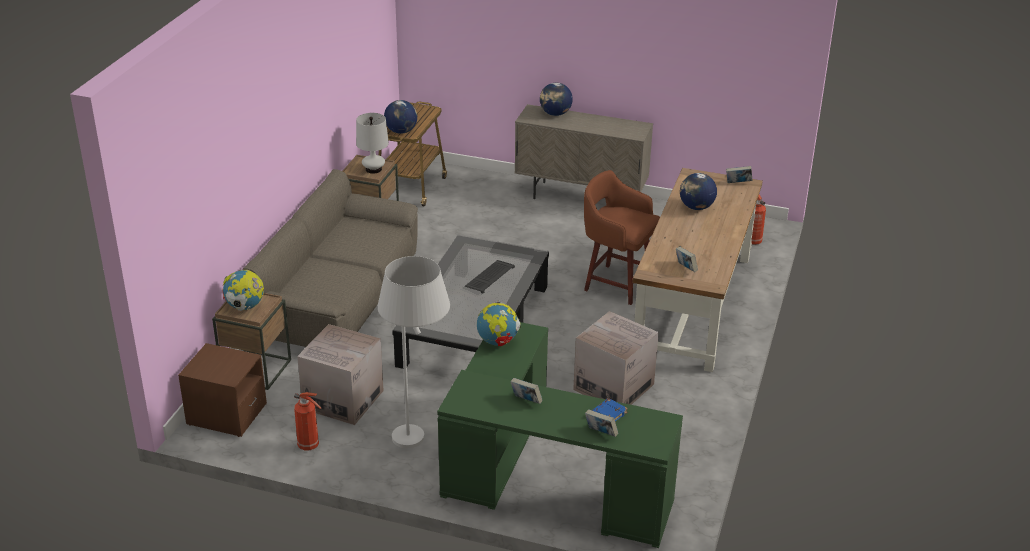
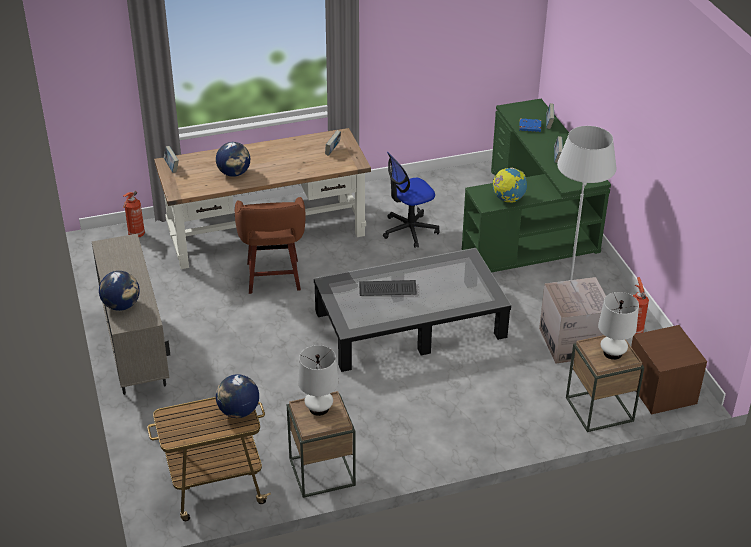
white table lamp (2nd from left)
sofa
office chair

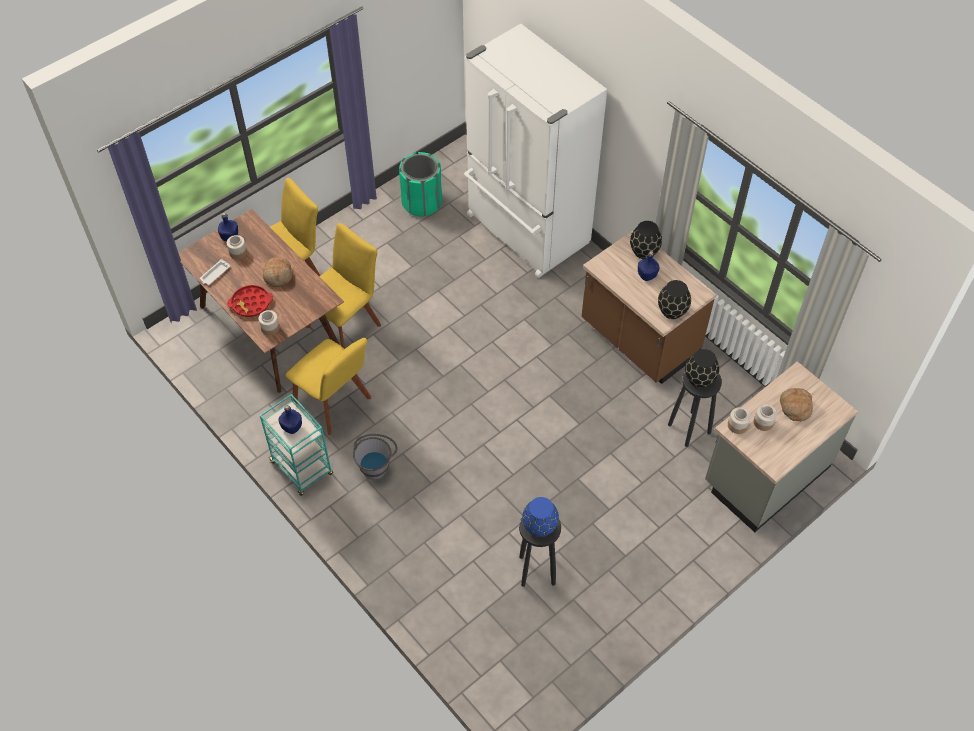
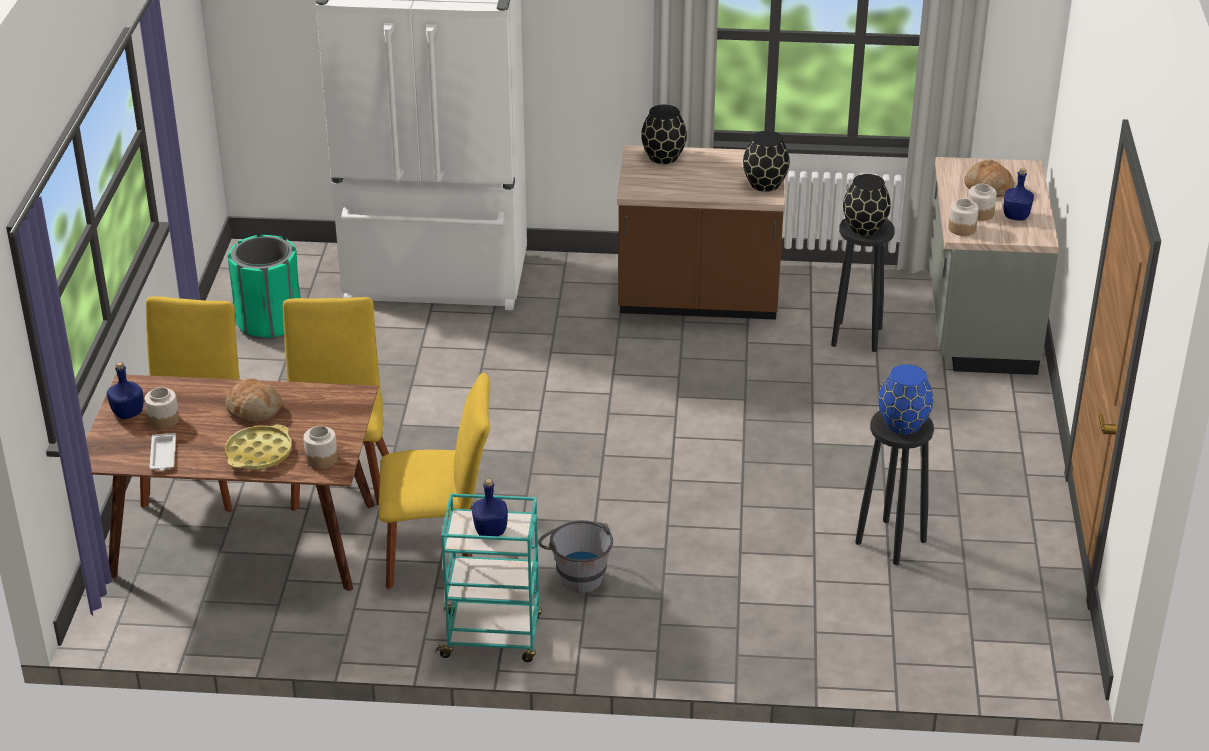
yellow tray
blue bottle (3rd from left)

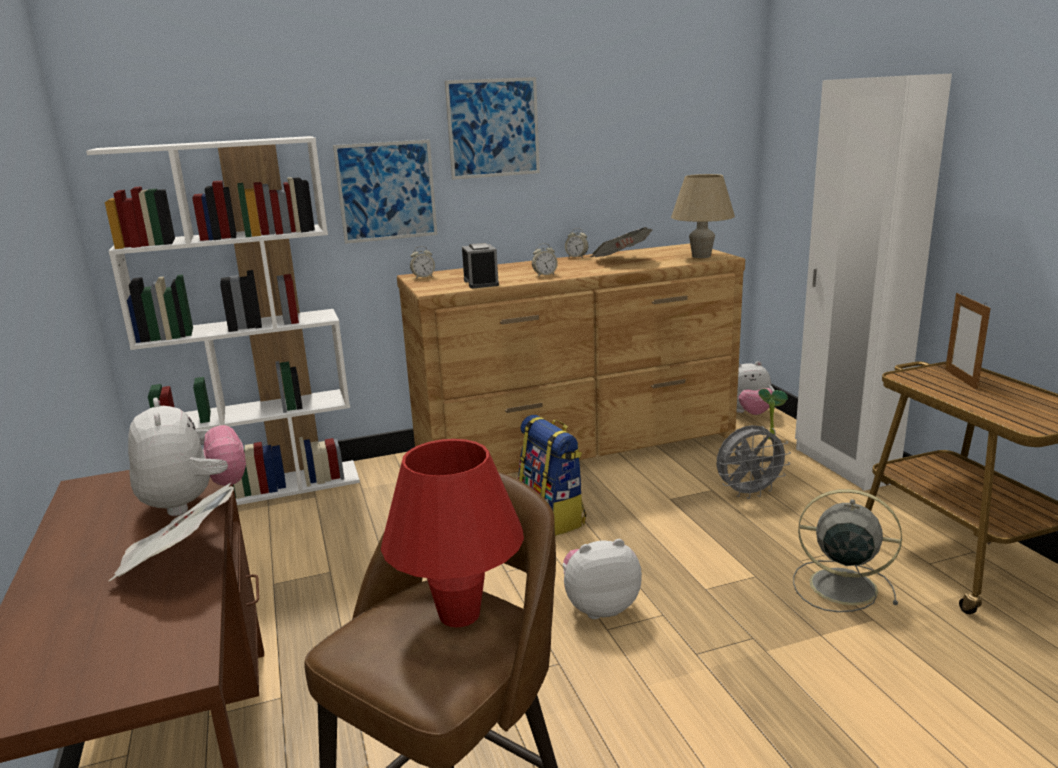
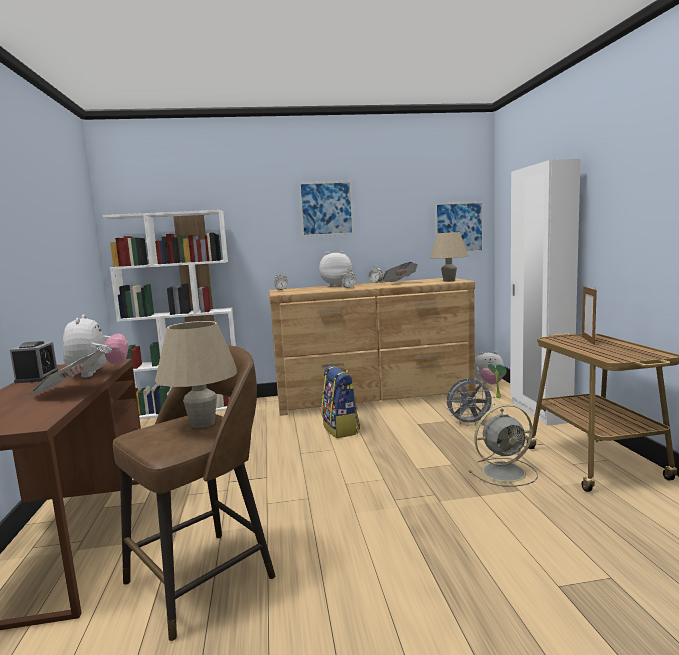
picture (2nd from left)
beige table lamp (1st from left)
alarm clock (1st from left)
plush toy (2nd from left)
grey fan (2nd from left)

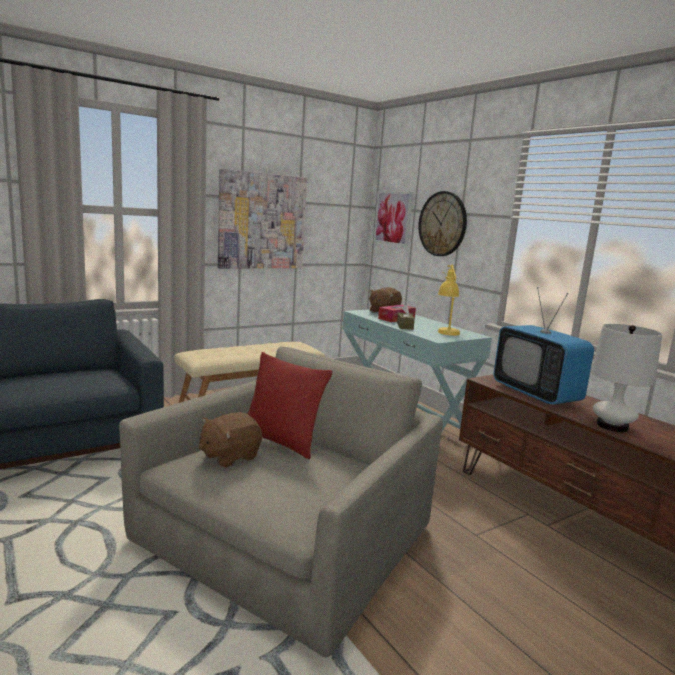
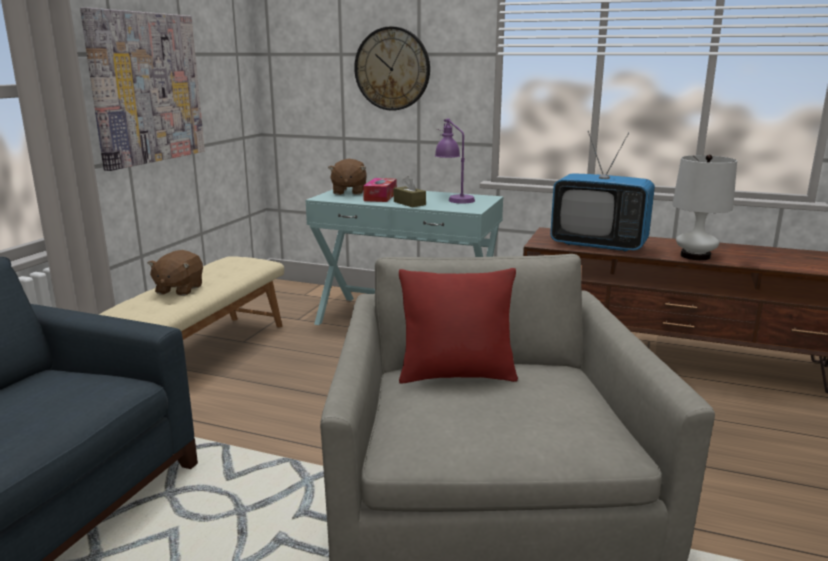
brown plush toy (1st from left)
picture (2nd from left in the first image)
purple table lamp

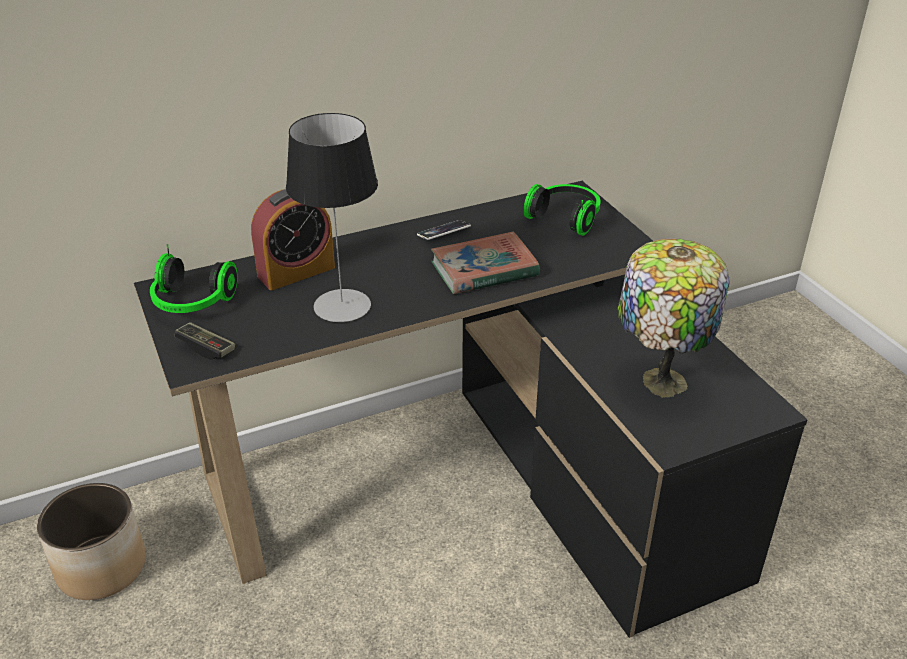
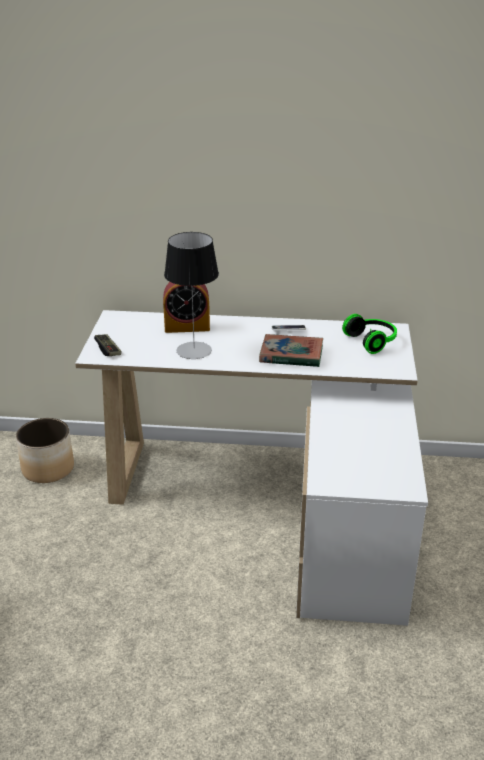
white desk
headphones (1st from left in the first image)
table lamp (2nd from left in the first image)

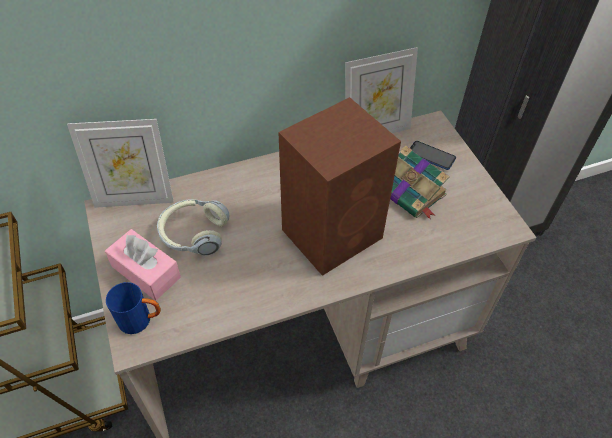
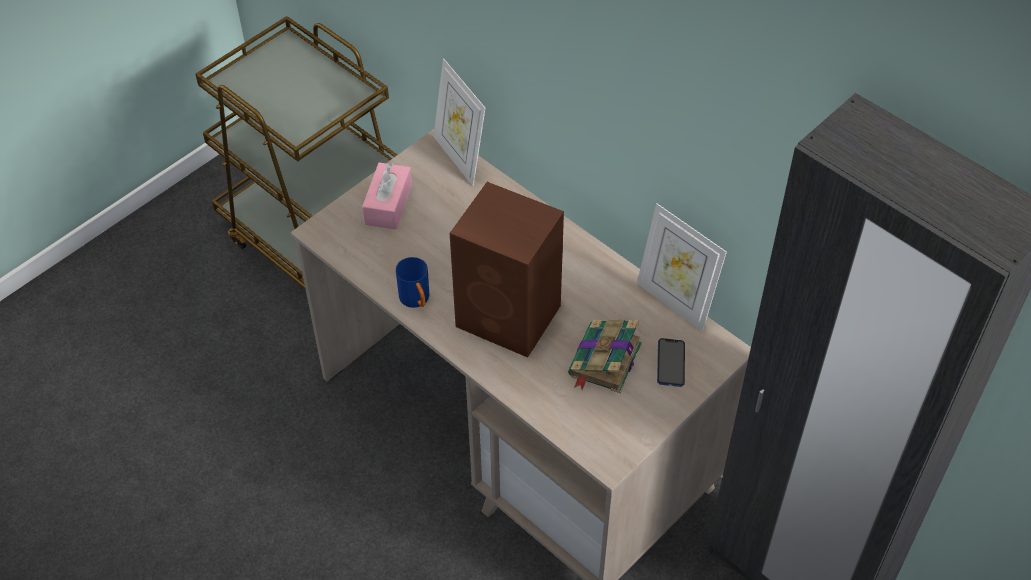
blue mug
headphones

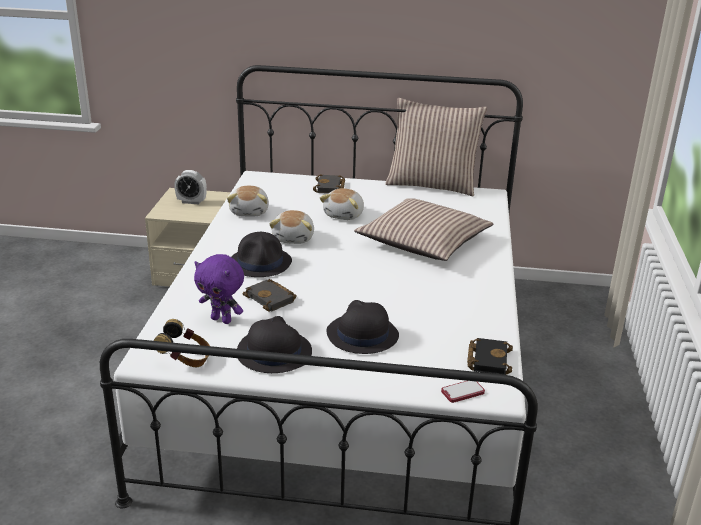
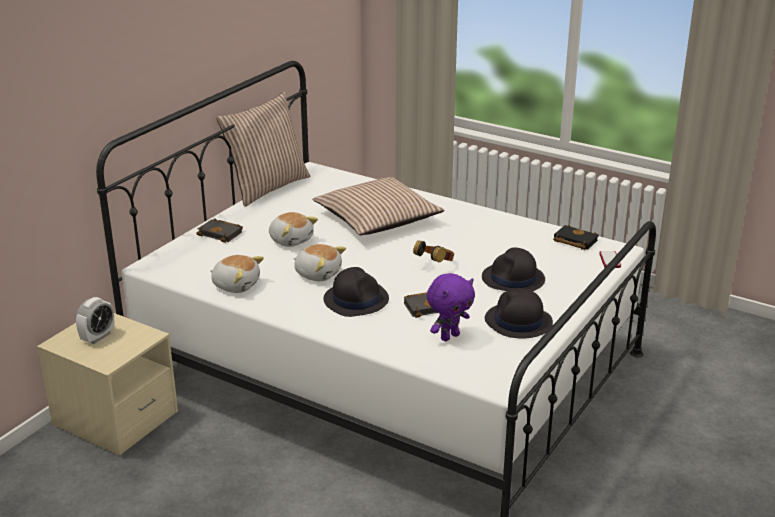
headphones

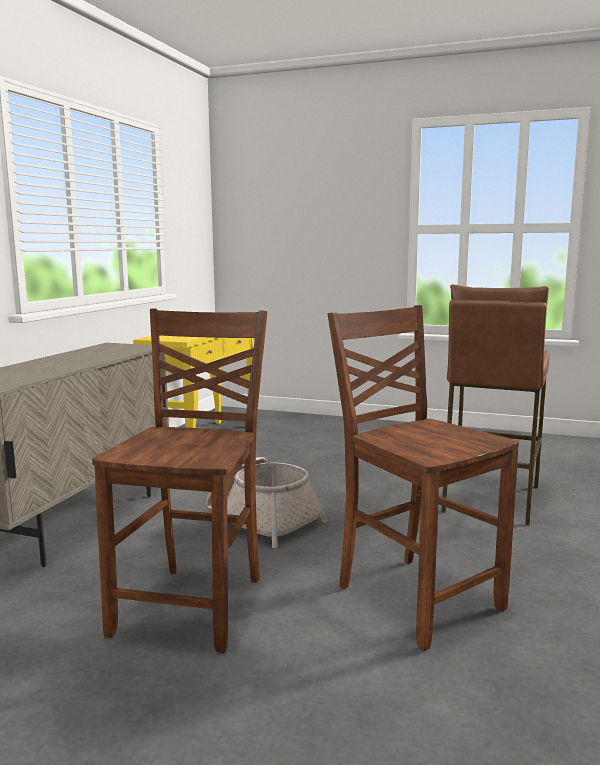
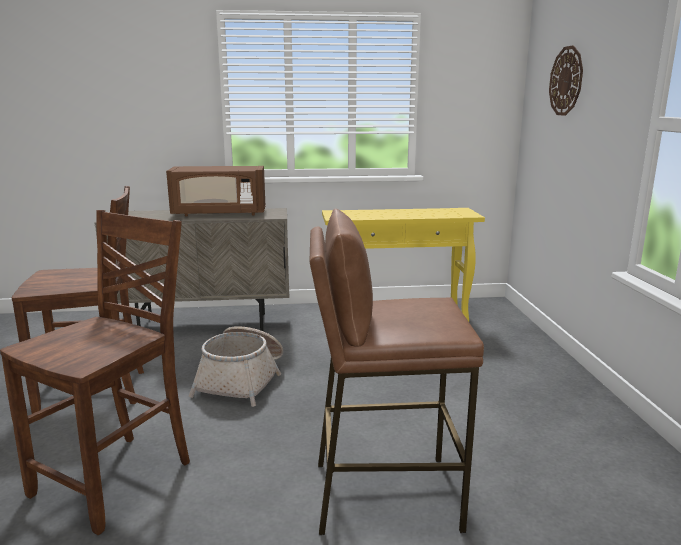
brown microwave
wall clock

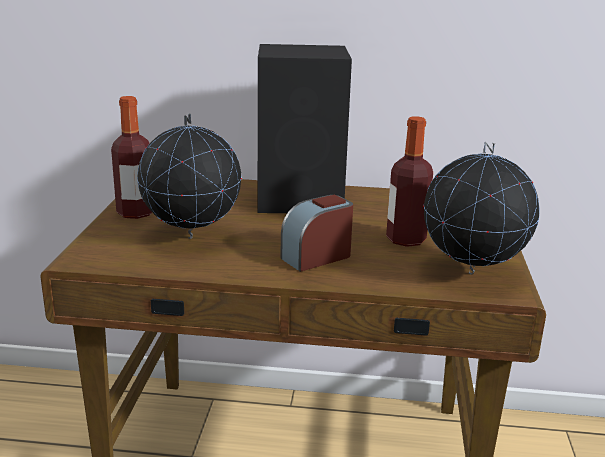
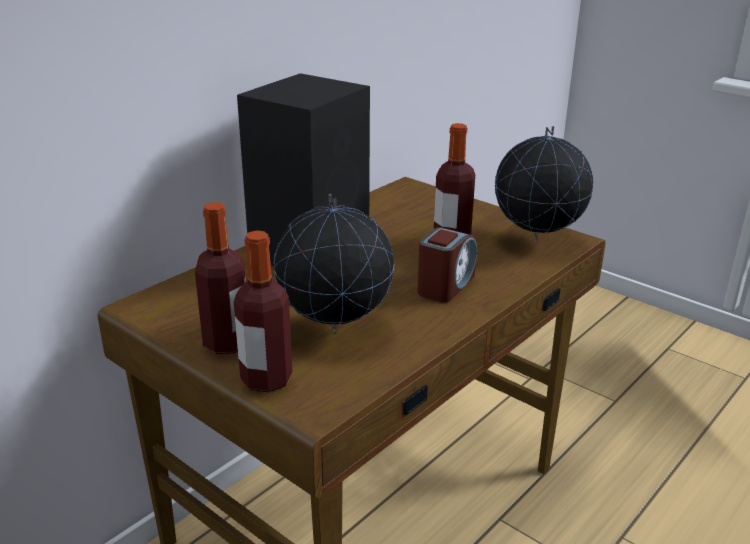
alarm clock
bottle (2nd from left)

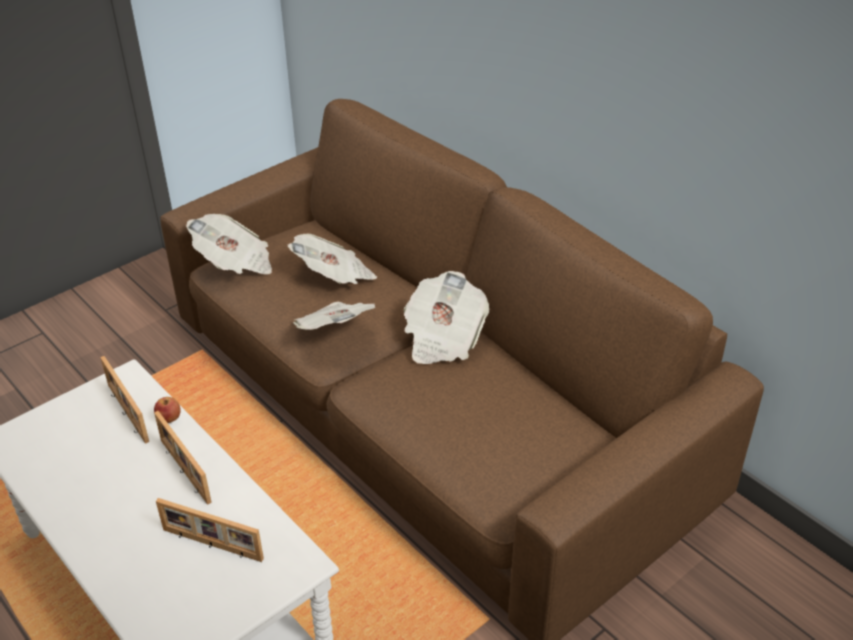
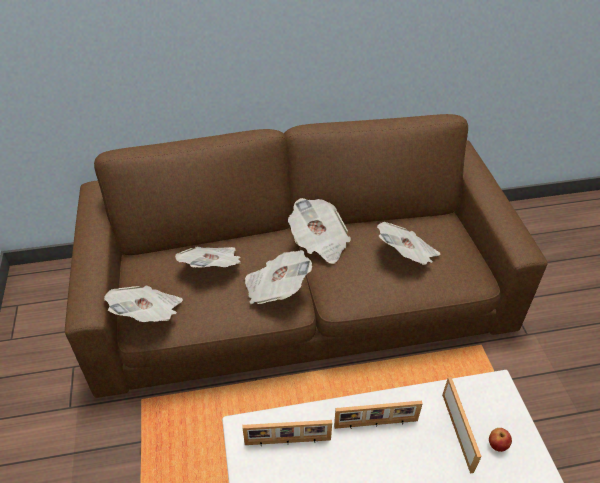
apple
picture frame (3rd from left)
newspaper (5th from left)

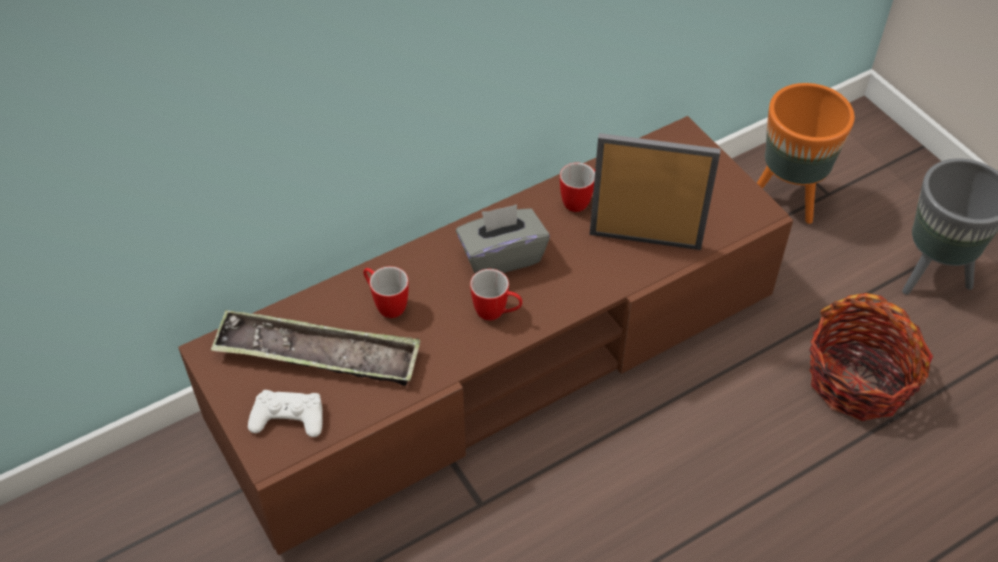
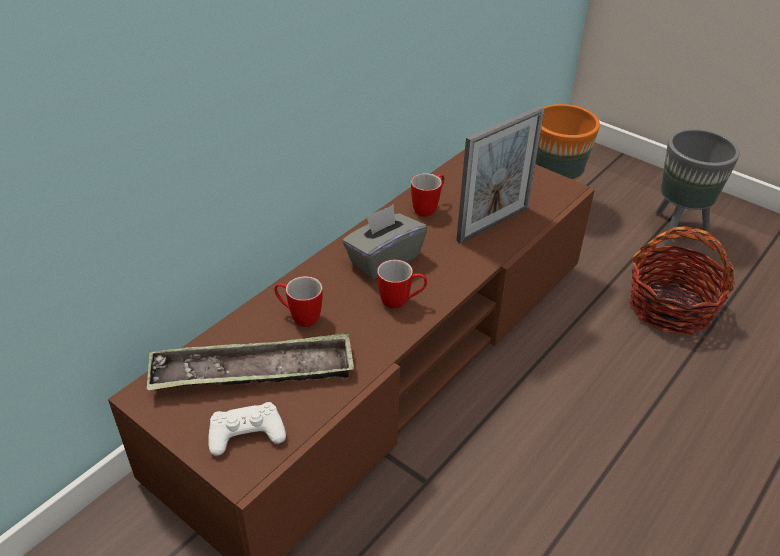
picture frame

